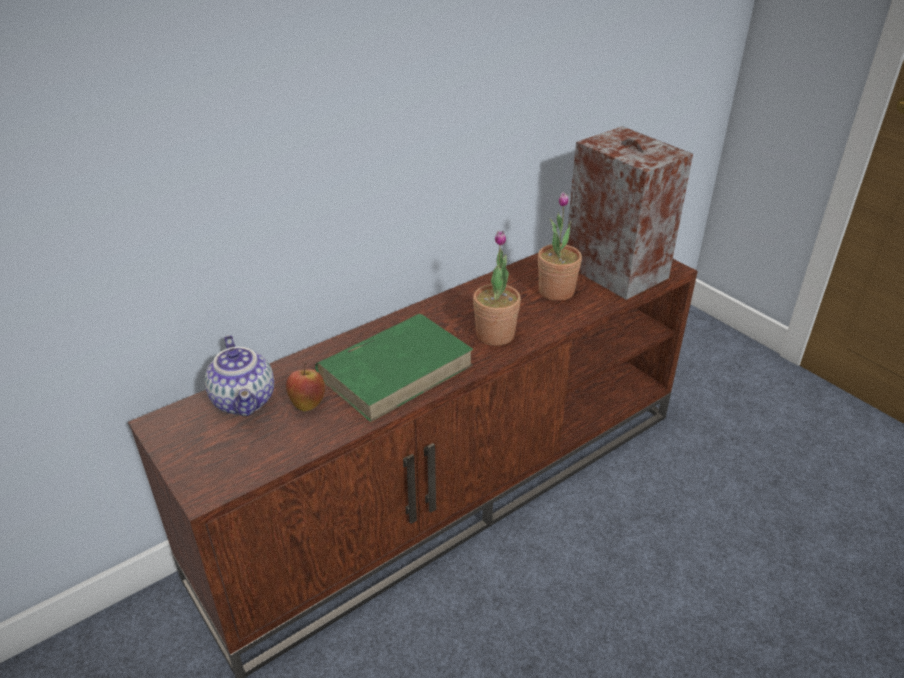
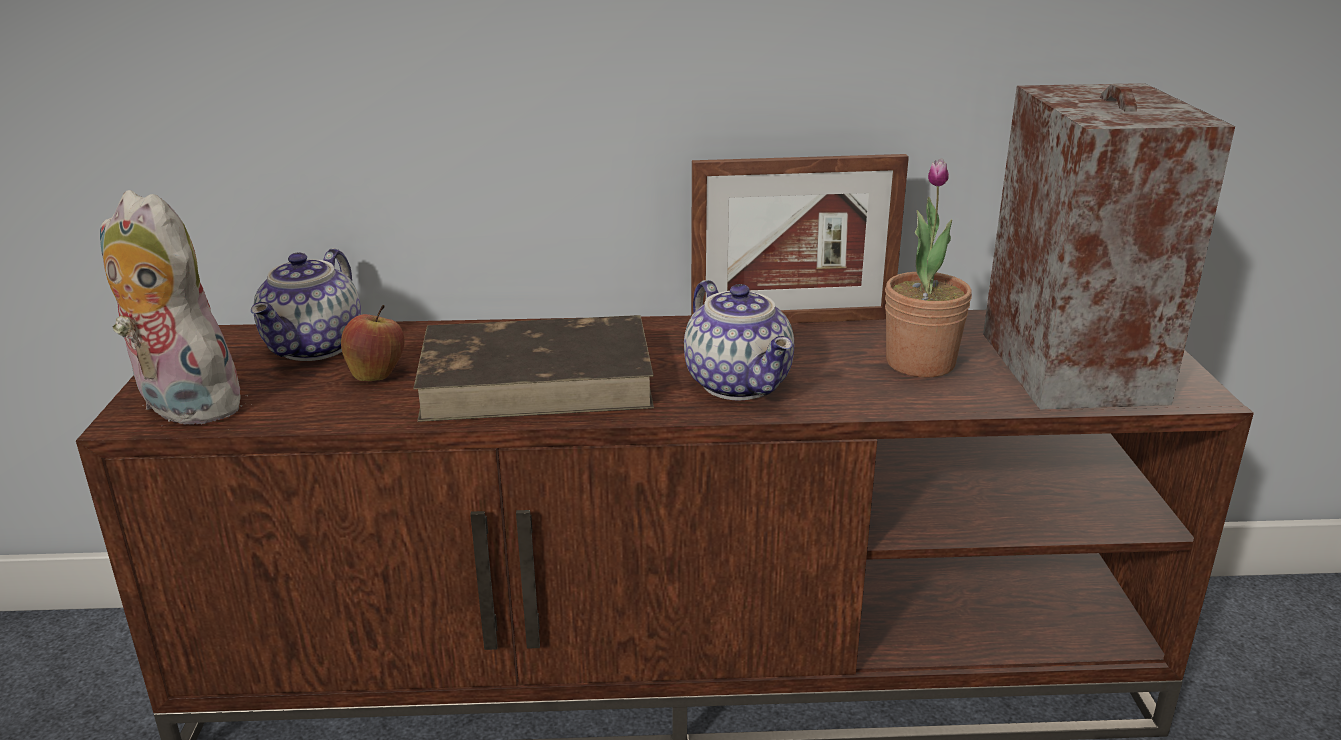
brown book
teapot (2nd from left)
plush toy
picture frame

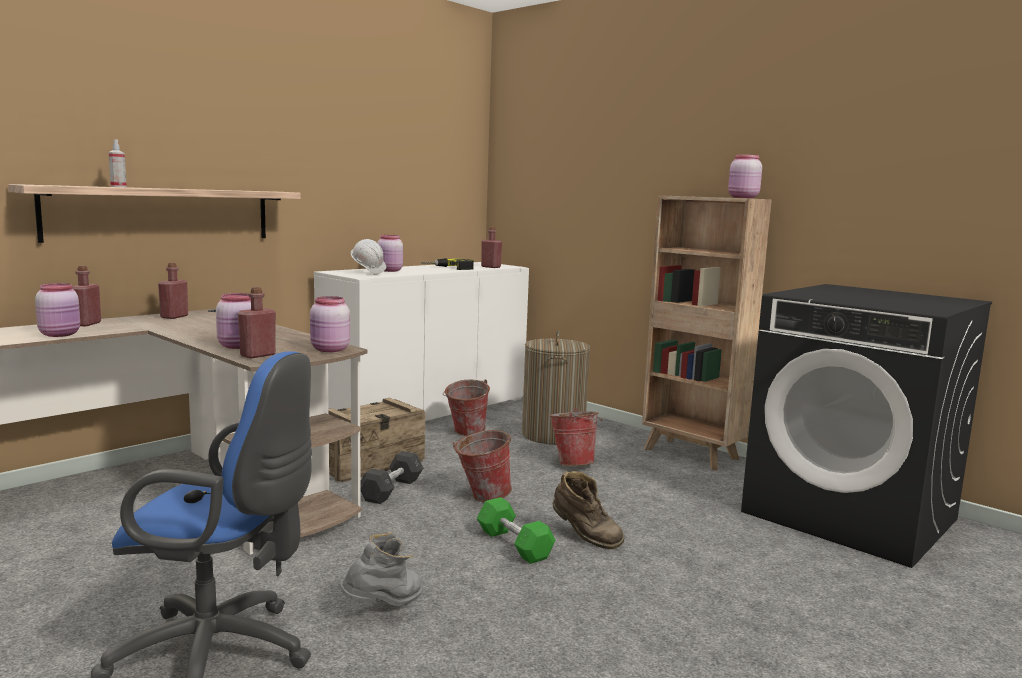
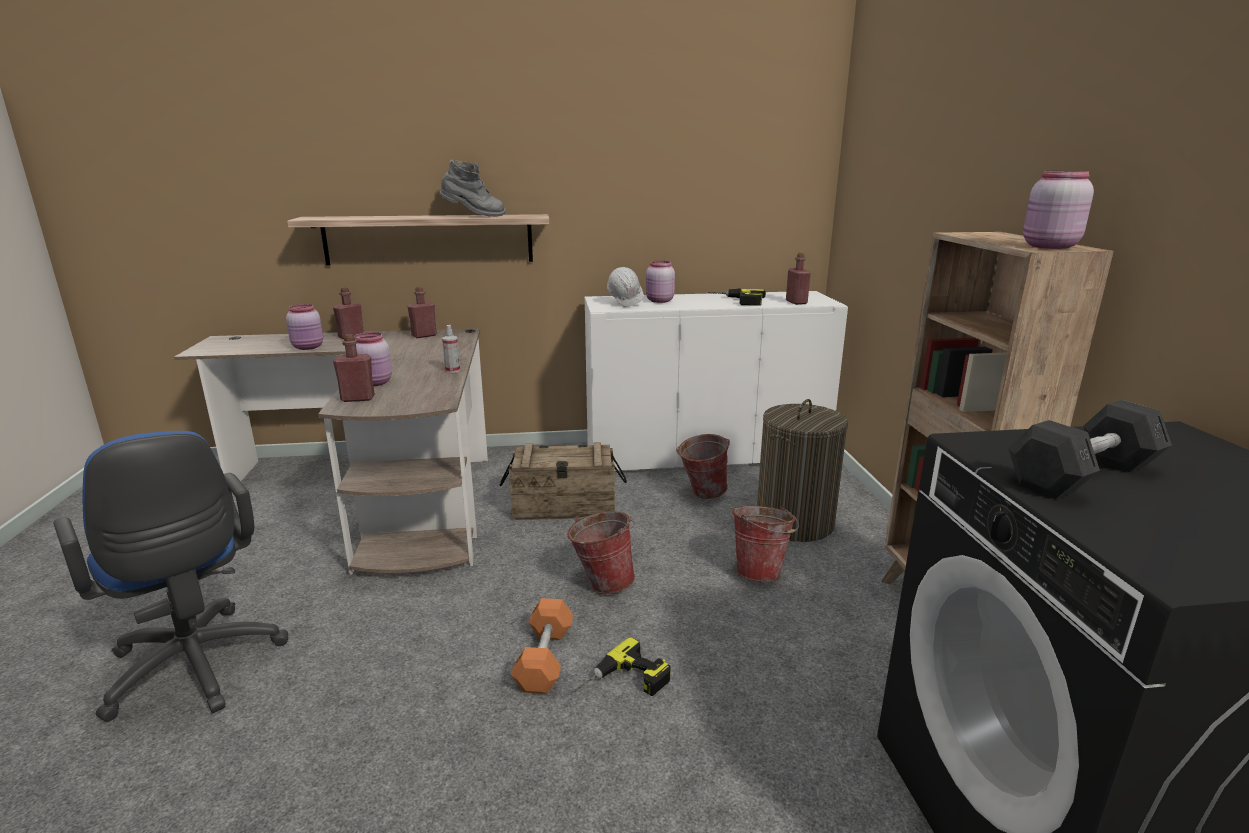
spray bottle
pink jar (3rd from left in the first image)
grey boot
grey dumbbell
orange dumbbell
power drill (1st from left)

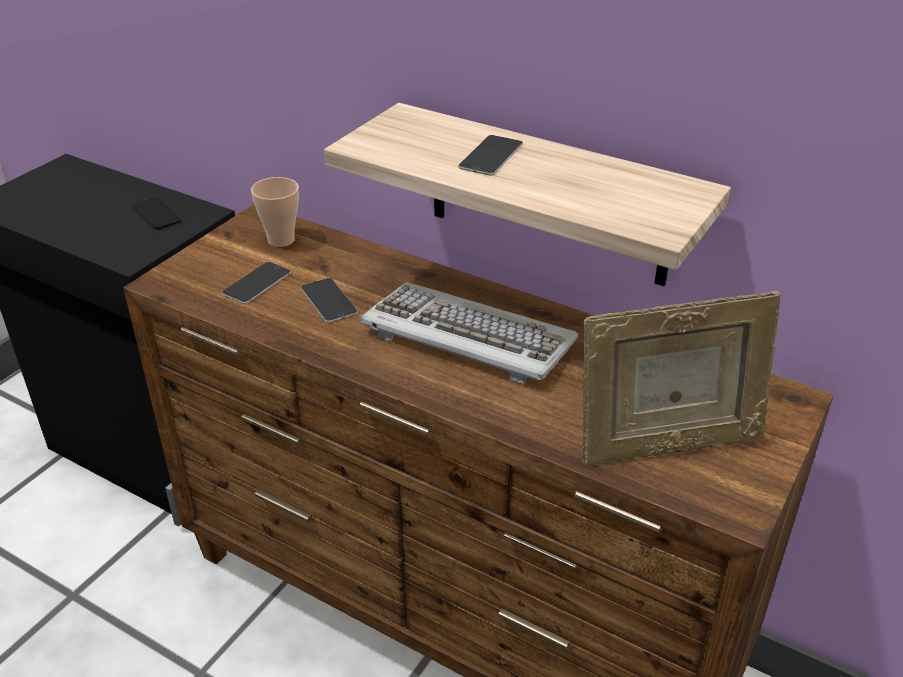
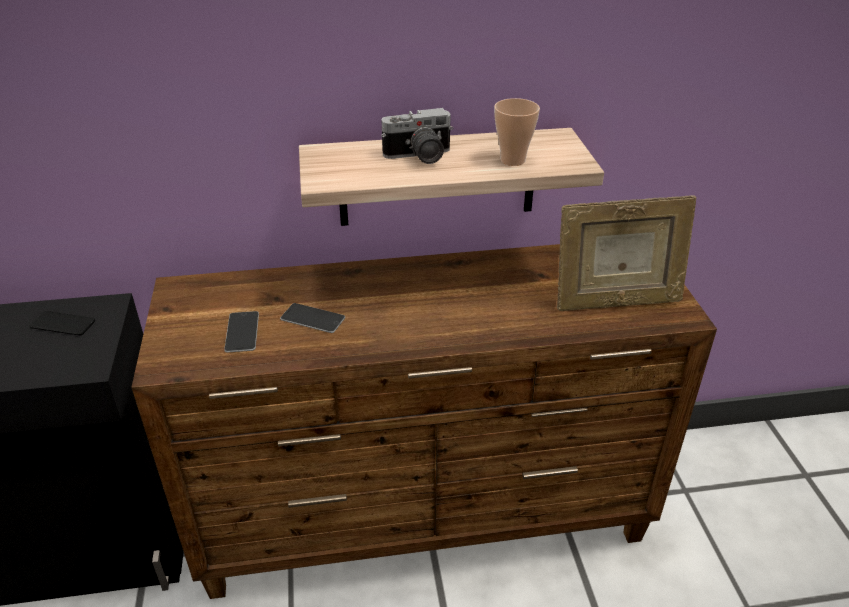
cup
keyboard
photo camera
picture frame

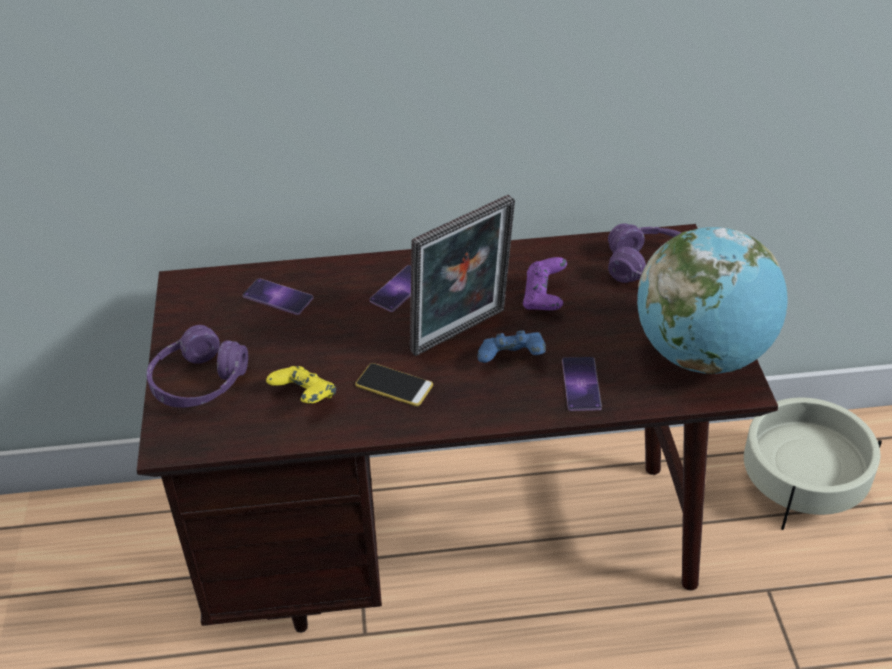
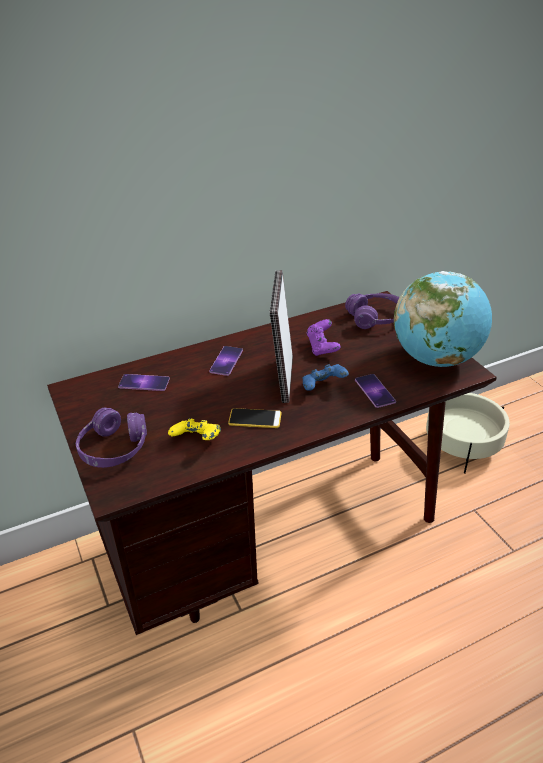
picture frame

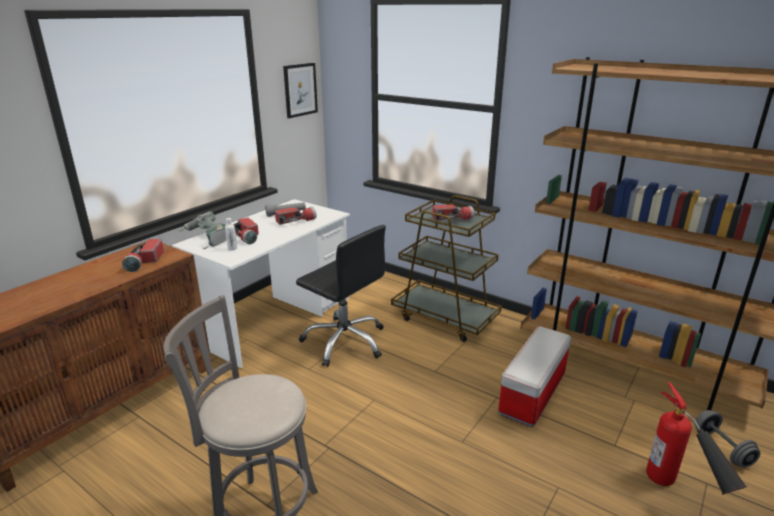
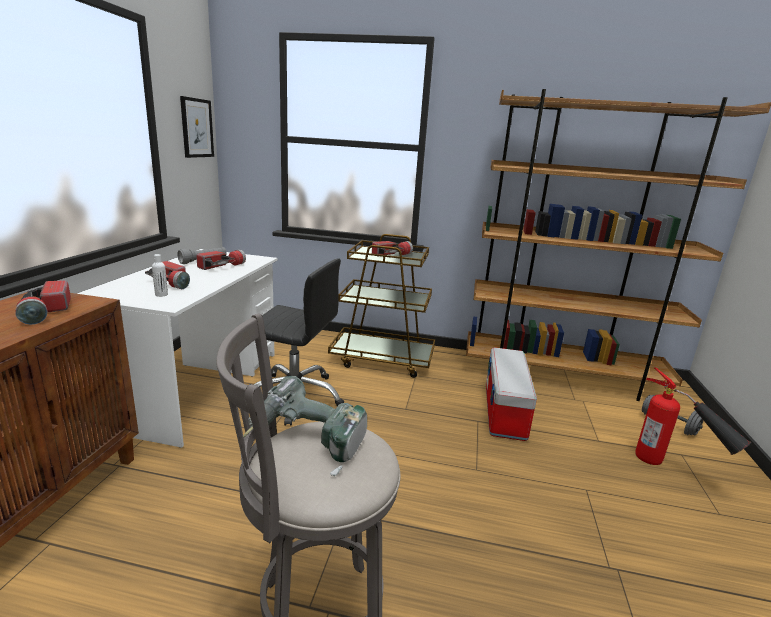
power drill

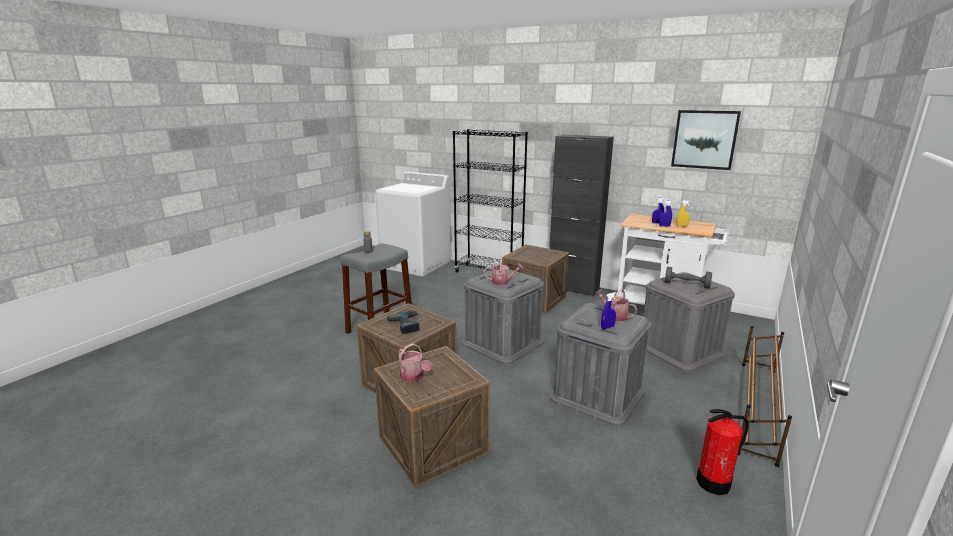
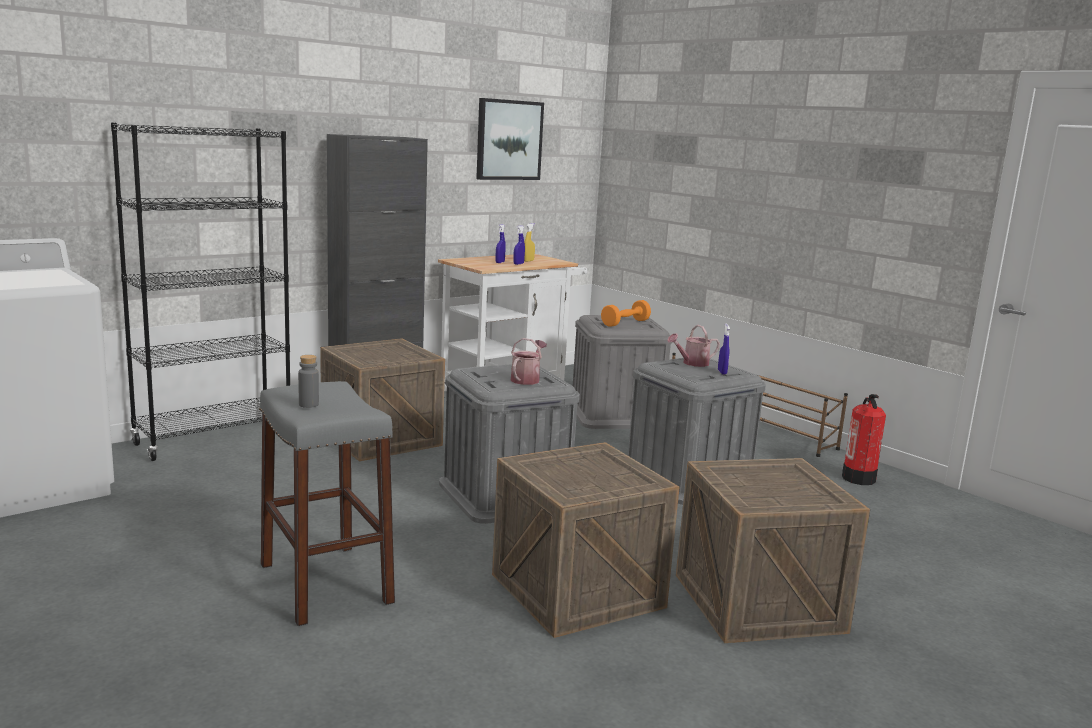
power drill
watering can (1st from left in the first image)
orange dumbbell

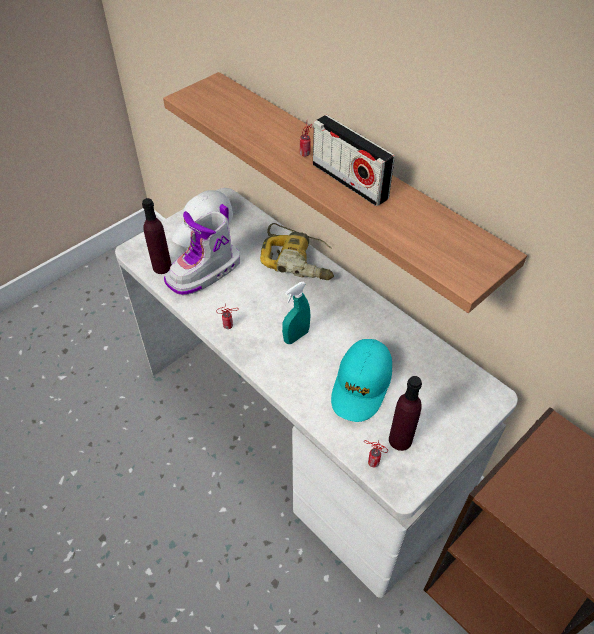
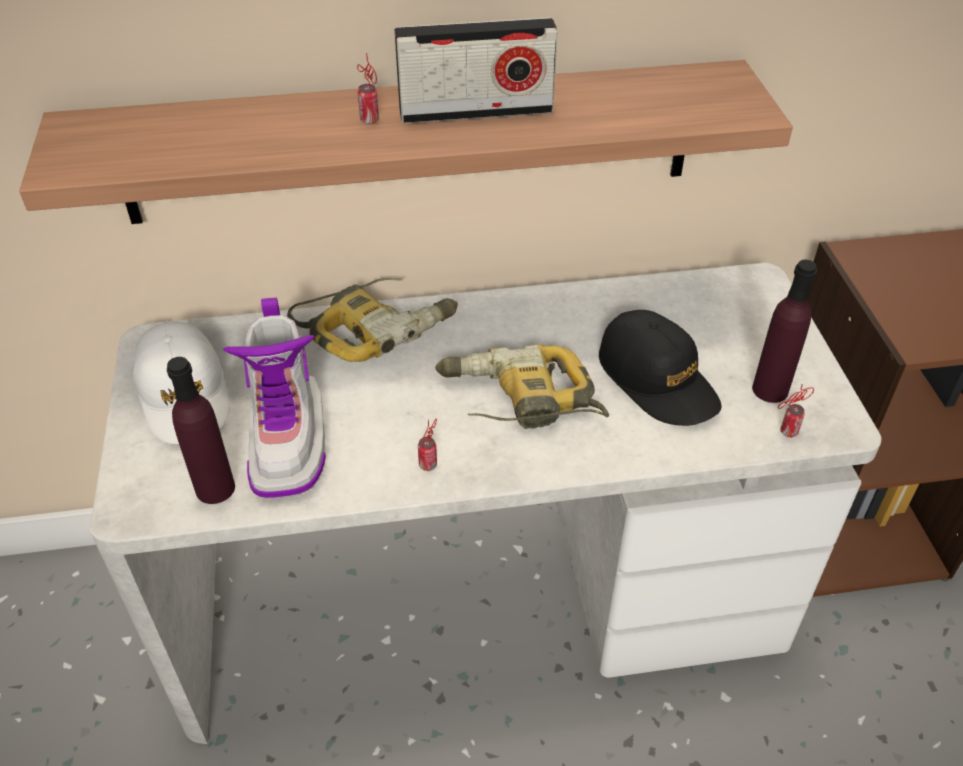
power drill (2nd from left)
black cap

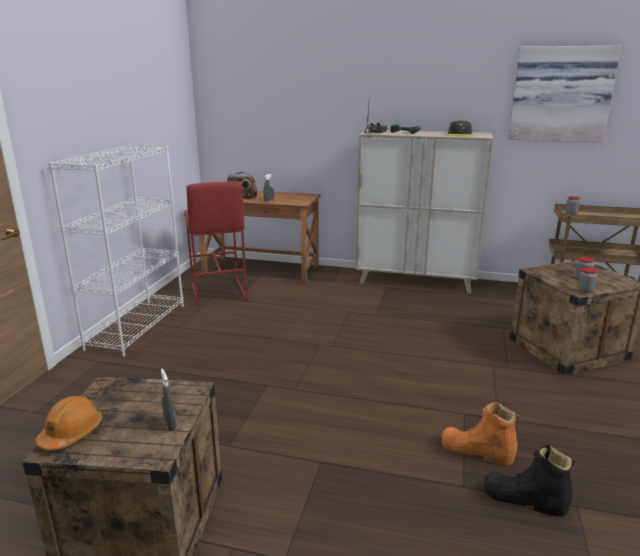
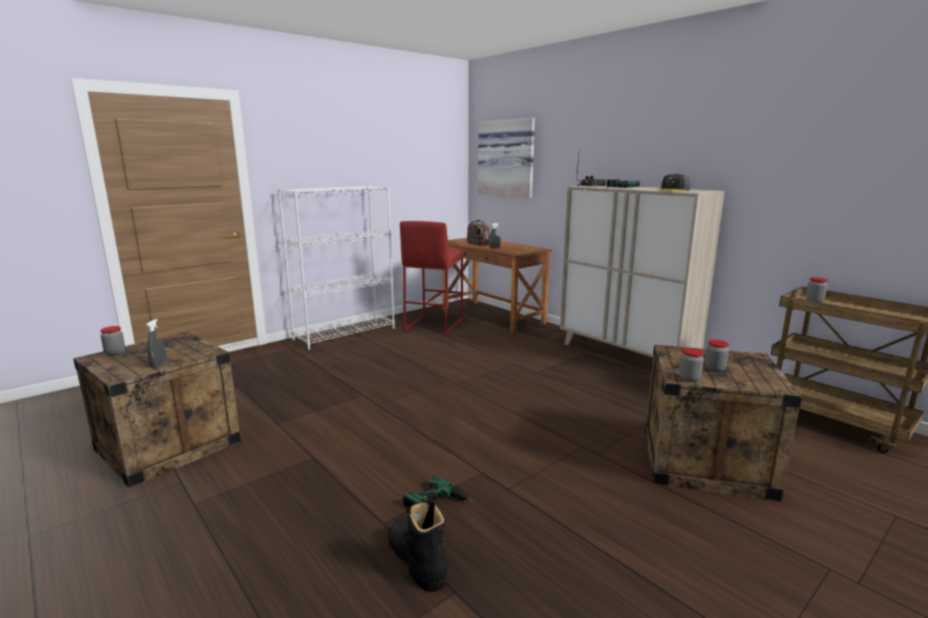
jar (1st from left)
power drill (1st from left)
picture

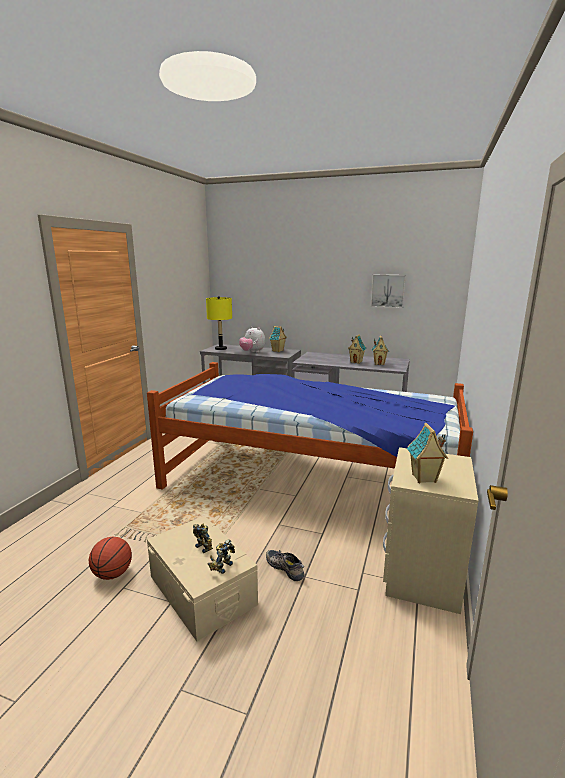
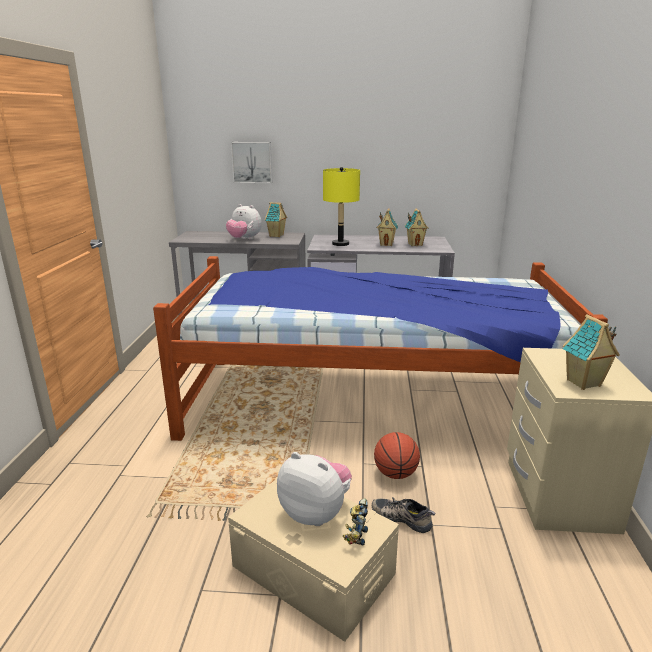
basketball
plush toy (2nd from left)
yellow table lamp
picture

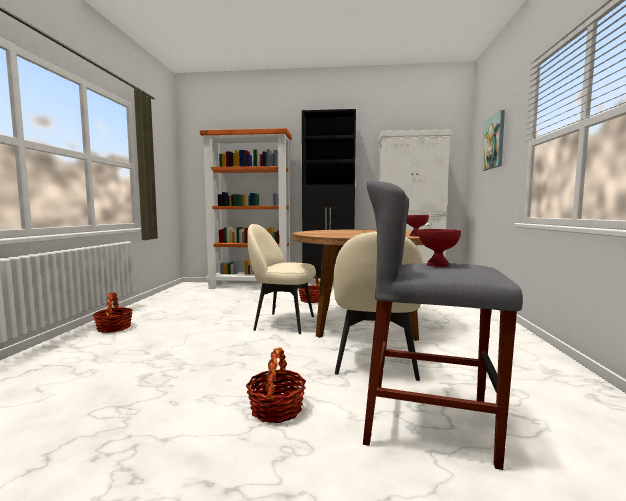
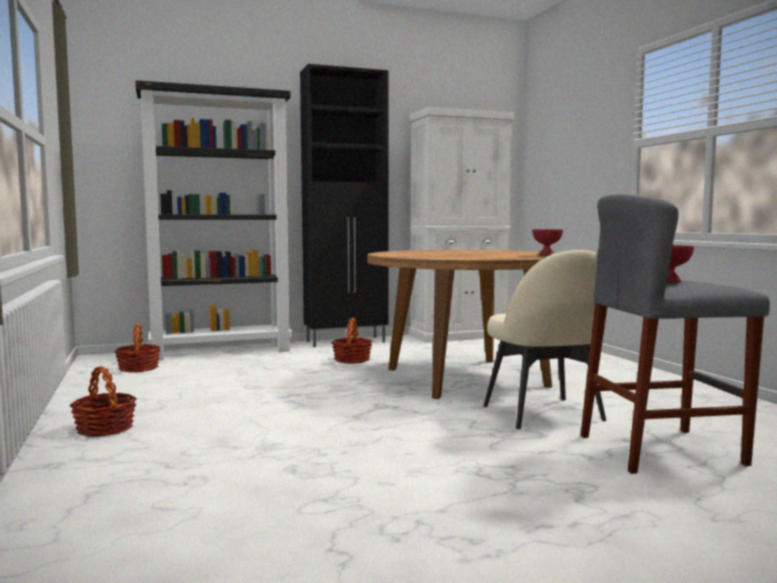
black bookcase
basket (2nd from left)
beige chair (1st from left in the first image)
picture

